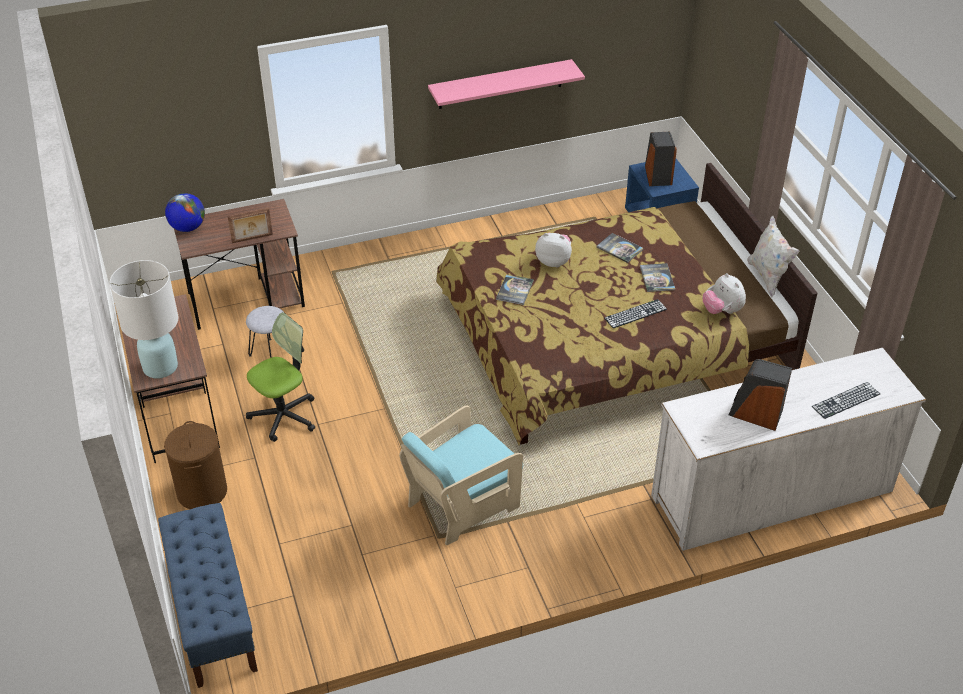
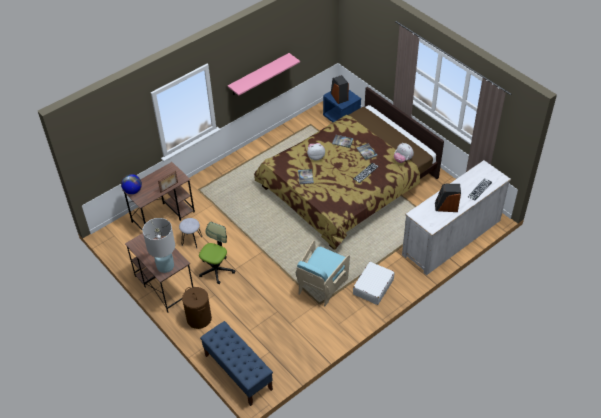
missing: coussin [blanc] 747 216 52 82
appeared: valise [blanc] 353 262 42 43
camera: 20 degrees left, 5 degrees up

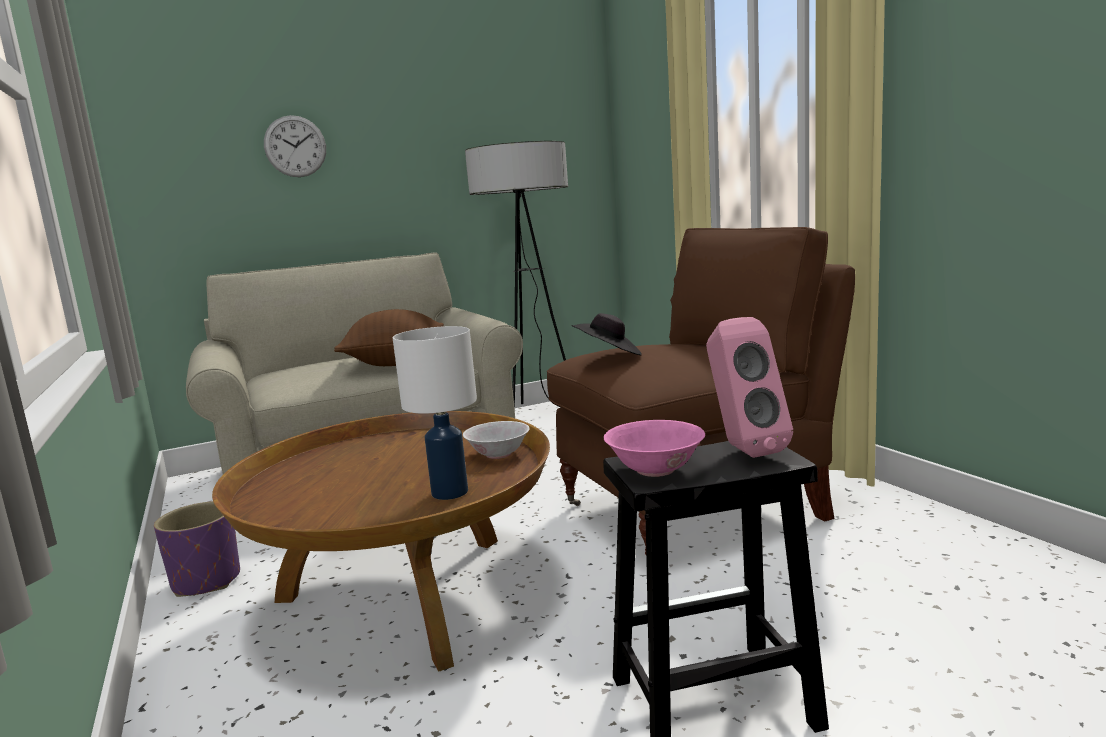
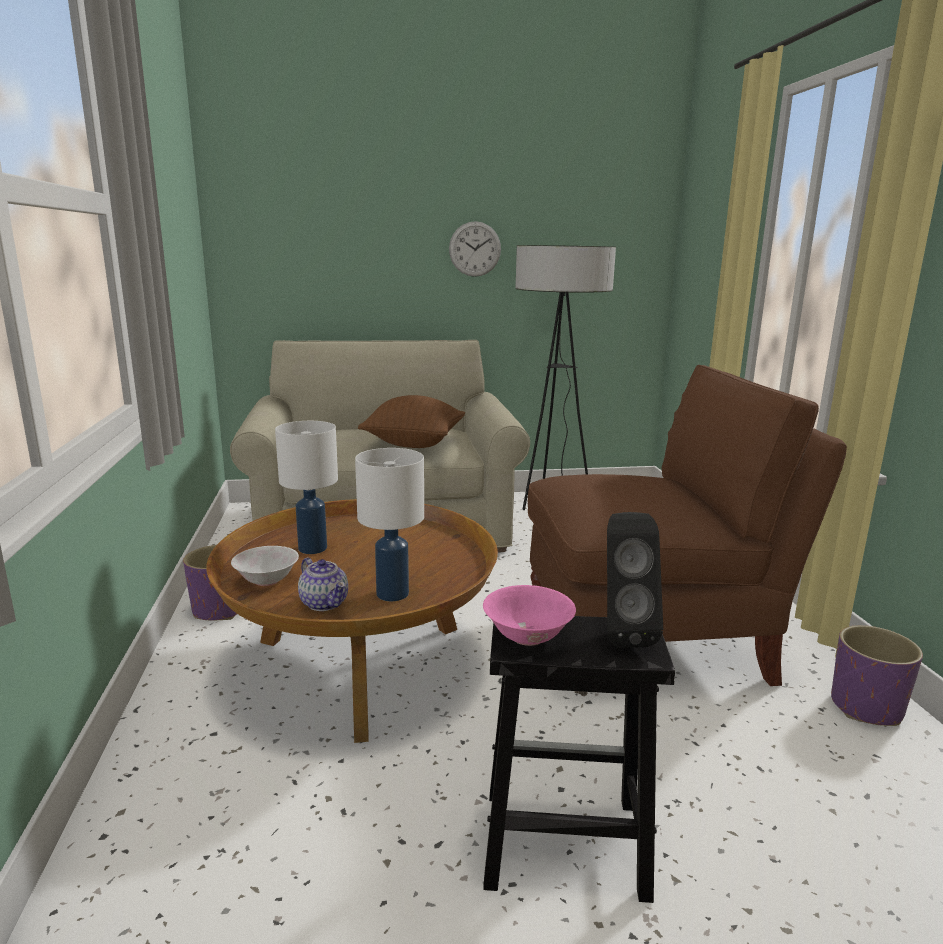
missing: chapeau [noir] 571 313 71 43
appeared: lampe de table [blanc] 275 421 63 133; théière 298 557 50 54; cache-pot [violet] 831 625 92 101
relocated: horloge murale 264 115 62 62 to 449 221 52 56; bol [blanc] 463 421 67 38 to 231 546 68 40
colour: enceinte [rose] 706 317 87 141 to enceinte [noir] 607 512 56 136
camera: 15 degrees right, 5 degrees up

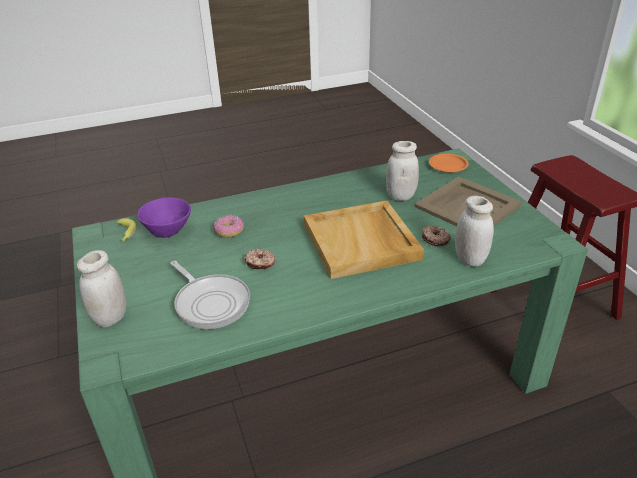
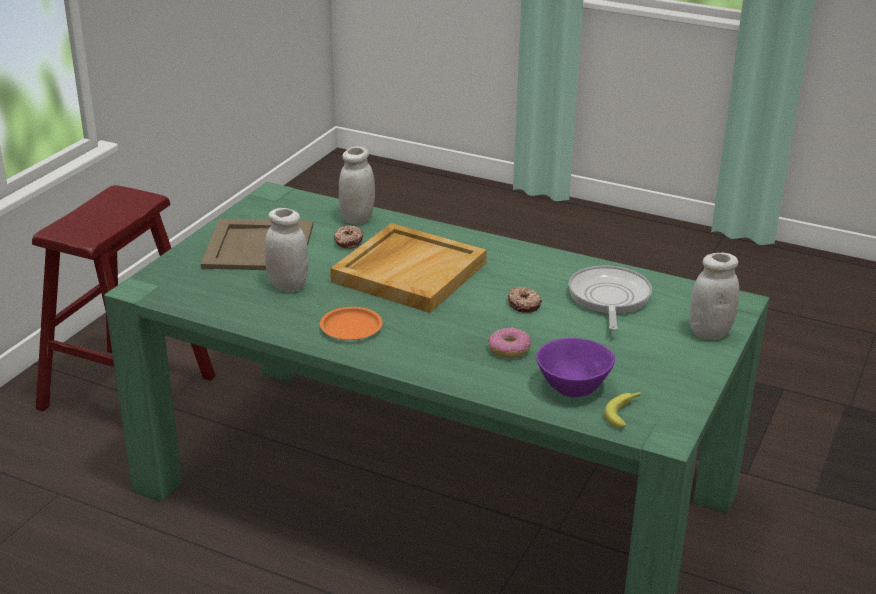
relocated: assiette [orange] 429 153 40 20 to 320 307 63 33
camera: 135 degrees left, 5 degrees down

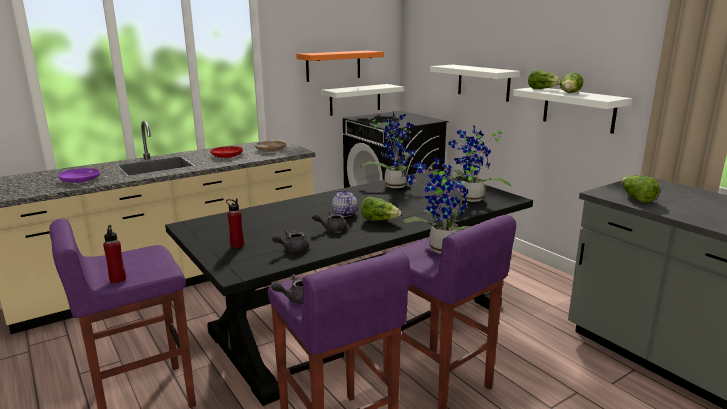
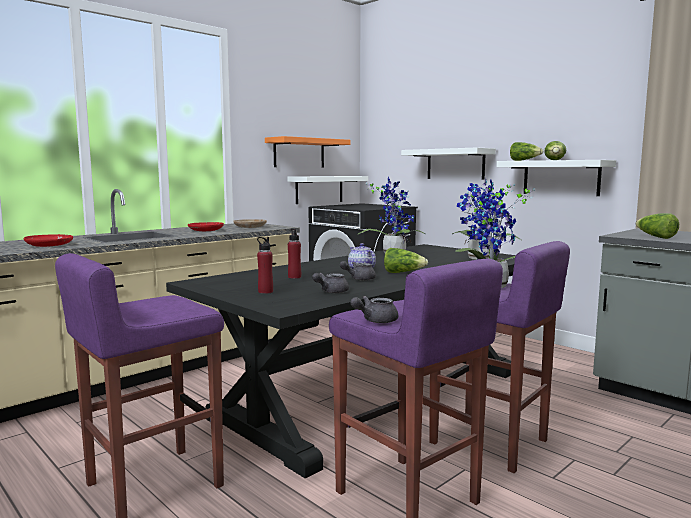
relocated: bouteille [rouge] 103 225 23 58 to 288 228 13 51
colour: assiette [violet] 58 168 42 15 to assiette [rouge] 24 234 49 13
camera: 10 degrees left, 10 degrees down

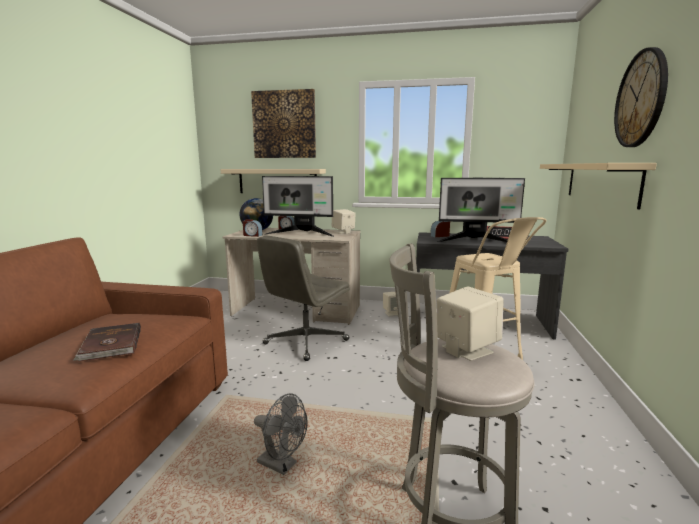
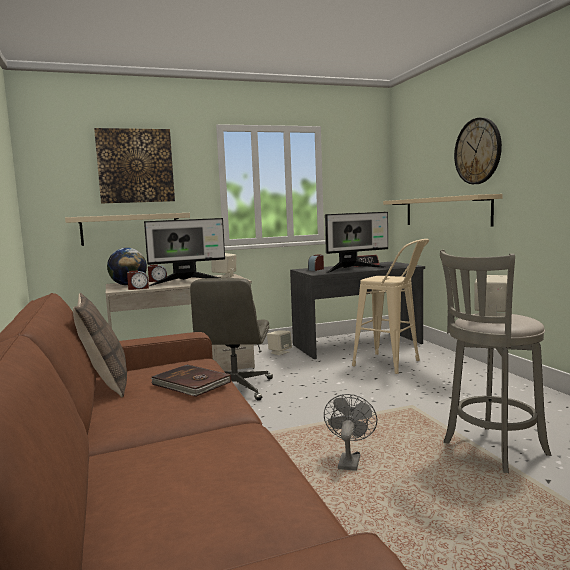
appeared: coussin 73 293 54 104
spun: ventilateur [gris] 254 393 54 82 = 324 394 53 77 75 degrees counterclockwise
camera: 30 degrees left, 5 degrees down

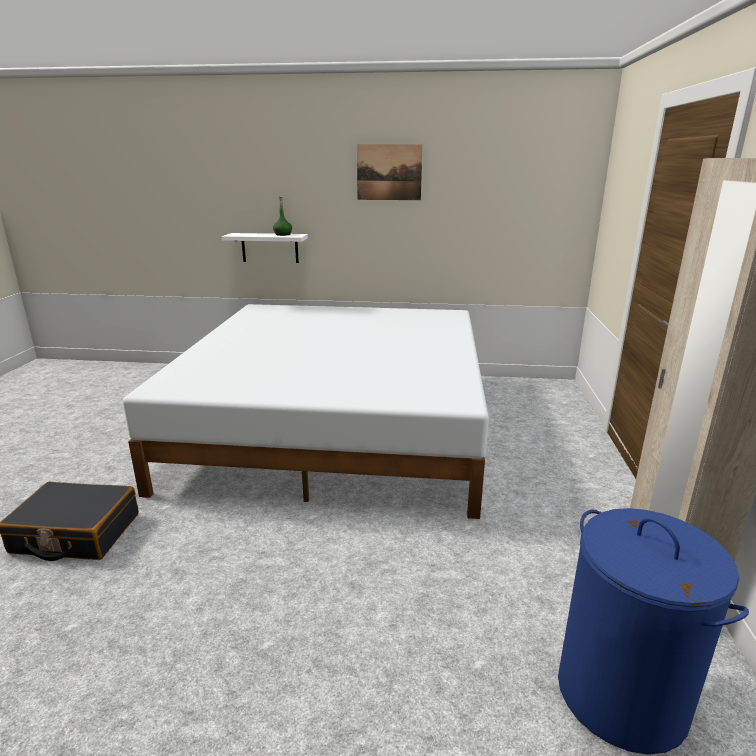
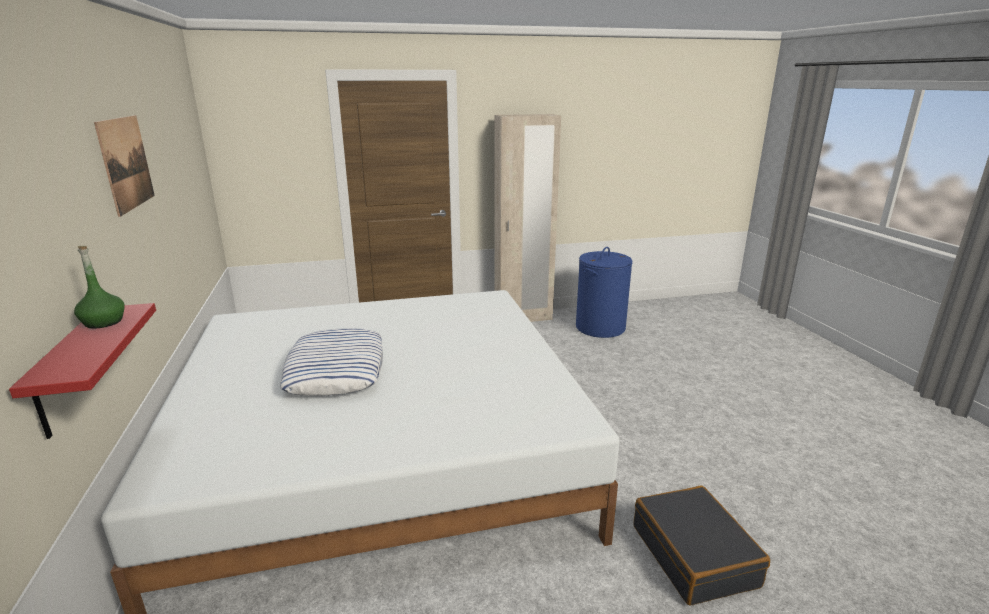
appeared: coussin 280 328 103 68
colour: étagère [blanc] 222 233 86 30 to étagère [rouge] 9 303 147 136
camera: 110 degrees left, 0 degrees up

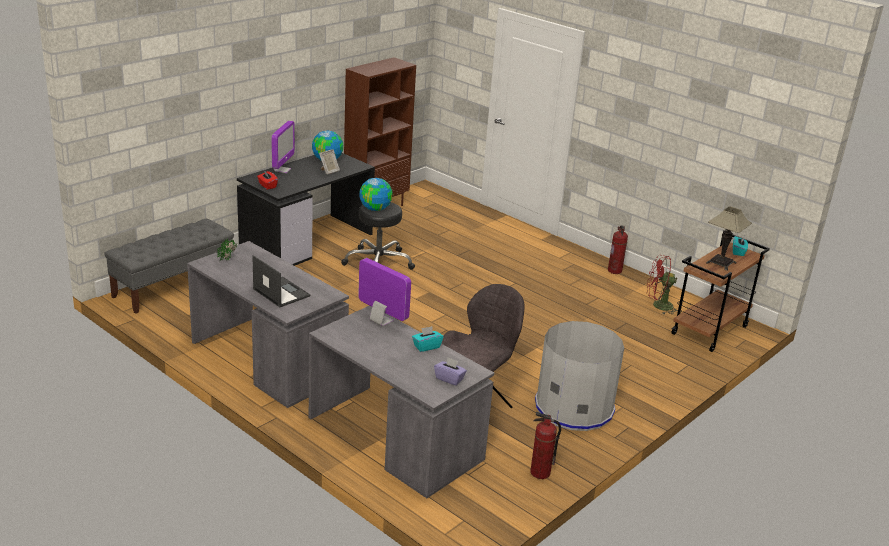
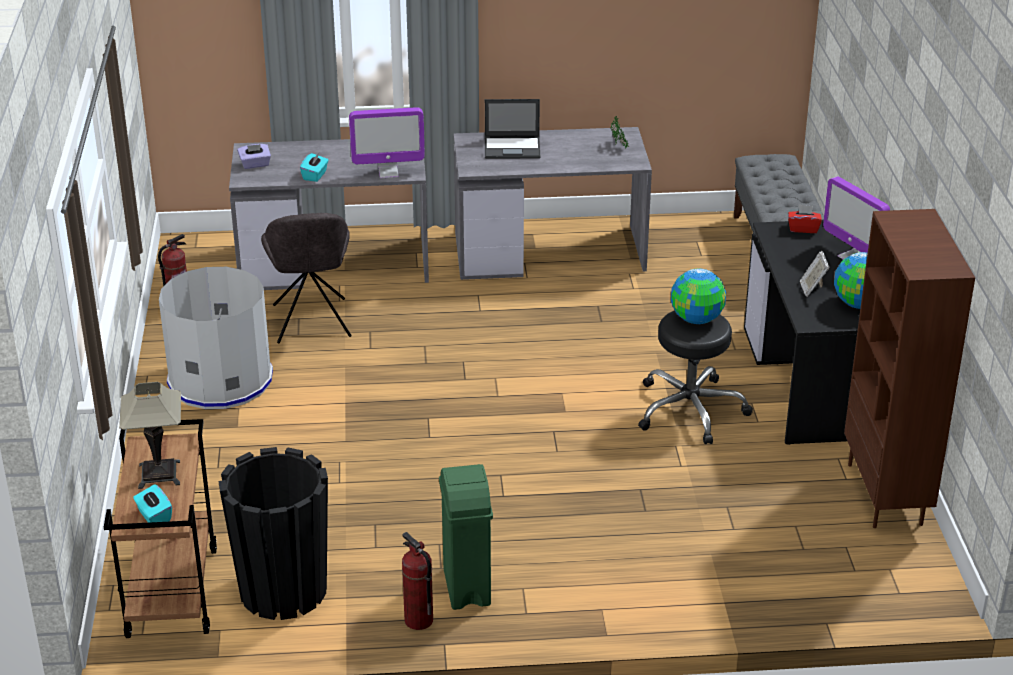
appeared: poubelle [vert] 439 464 54 146
exchanged: ventilateur [rouge] 647 255 31 59 to cache-pot [noir] 218 447 110 173
camera: 135 degrees right, 5 degrees up

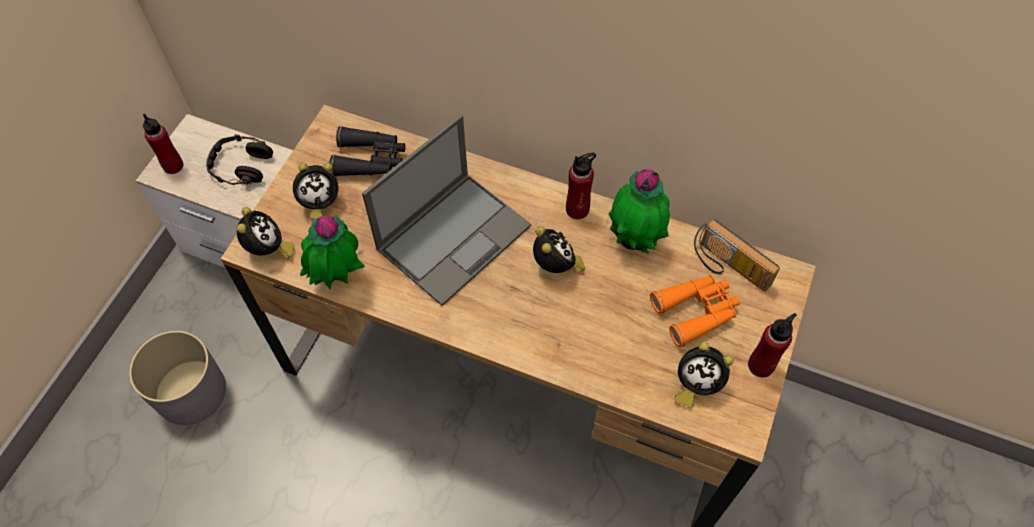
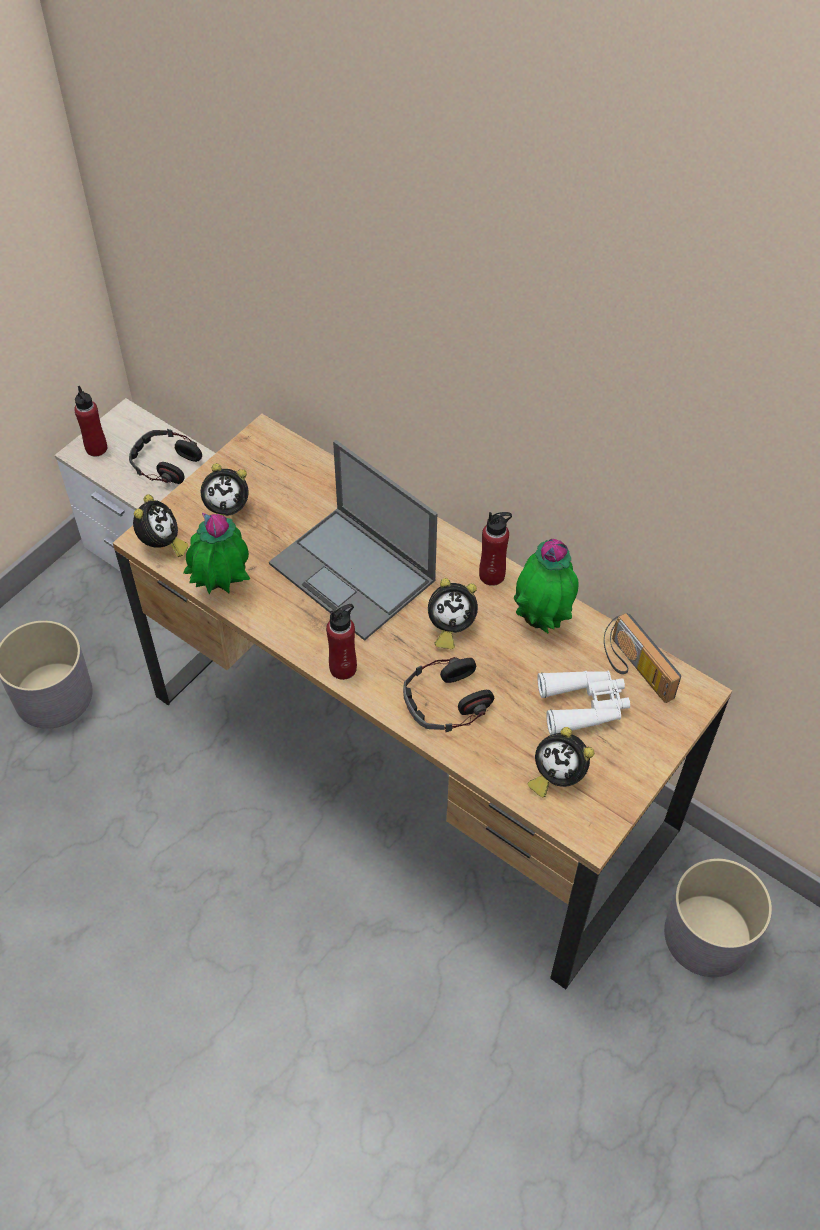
missing: jumelles [noir] 329 126 76 50
appeared: casque audio 403 657 91 75; cache-pot [gris] 664 858 108 119
relocated: bouteille [rouge] 748 313 49 64 to 326 604 31 76
colour: jumelles [orange] 650 275 90 72 to jumelles [blanc] 537 671 93 64
spun: ordinateur portable 362 114 169 192 = 269 440 168 201 75 degrees clockwise; réveil 533 226 52 47 = 428 578 50 71 90 degrees clockwise
camera: 15 degrees right, 5 degrees down

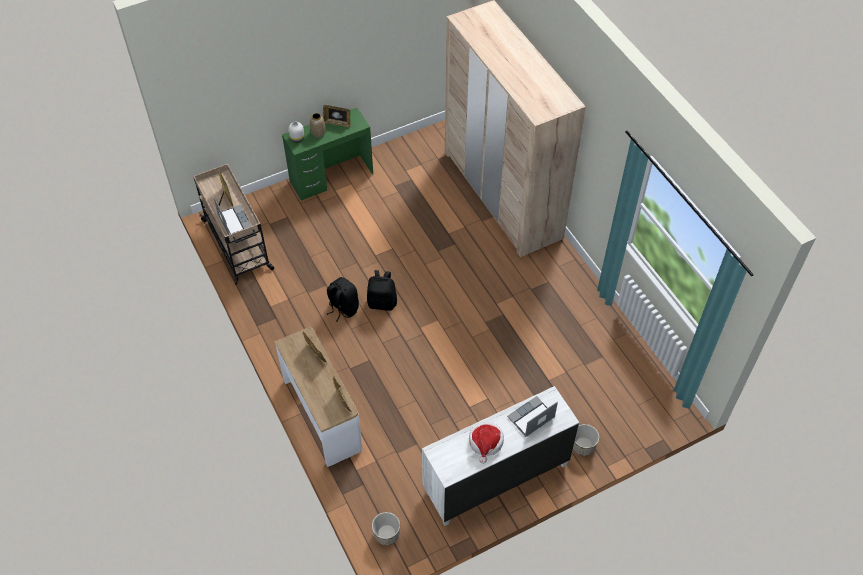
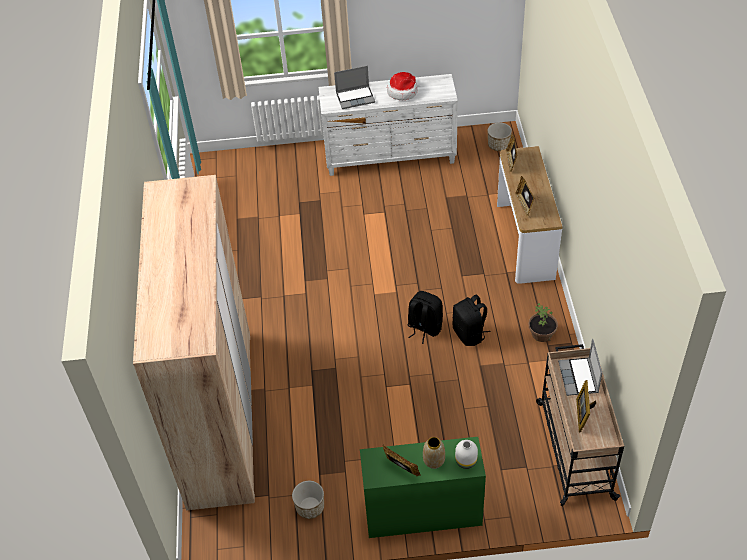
appeared: plante en pot 529 303 29 39
relocated: cache-pot 573 424 26 32 to 292 481 32 38
camera: 155 degrees left, 5 degrees down

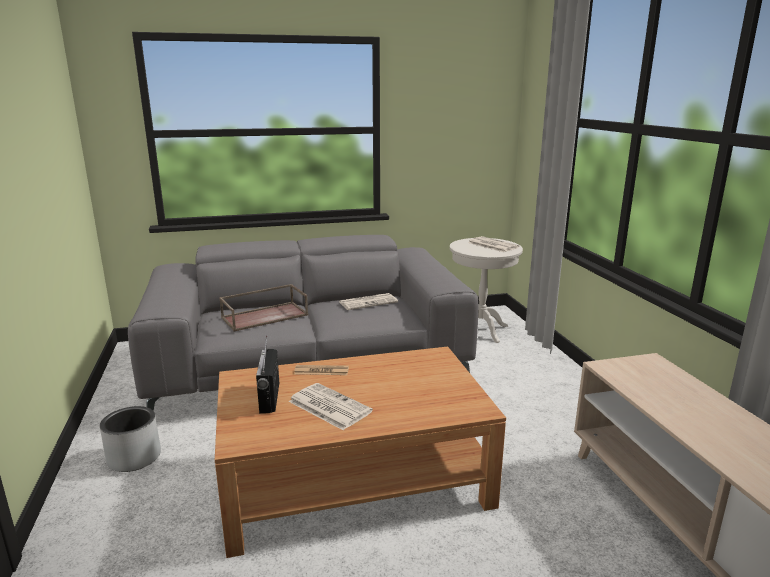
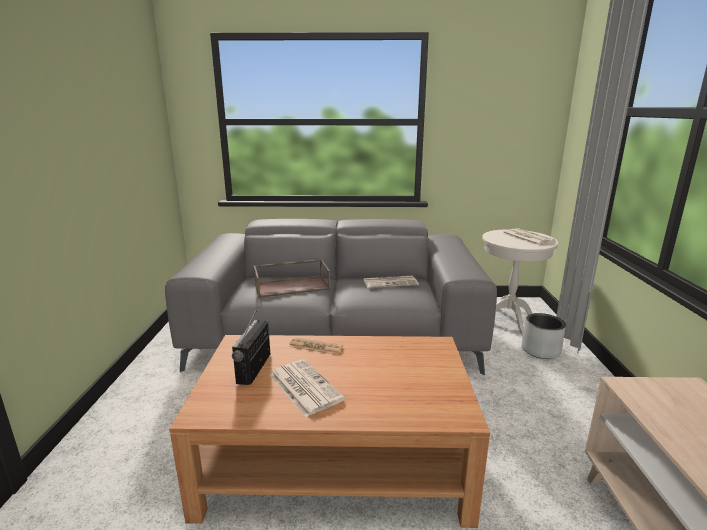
relocated: cache-pot [gris] 100 406 61 66 to 521 313 45 46
camera: 15 degrees right, 0 degrees up

